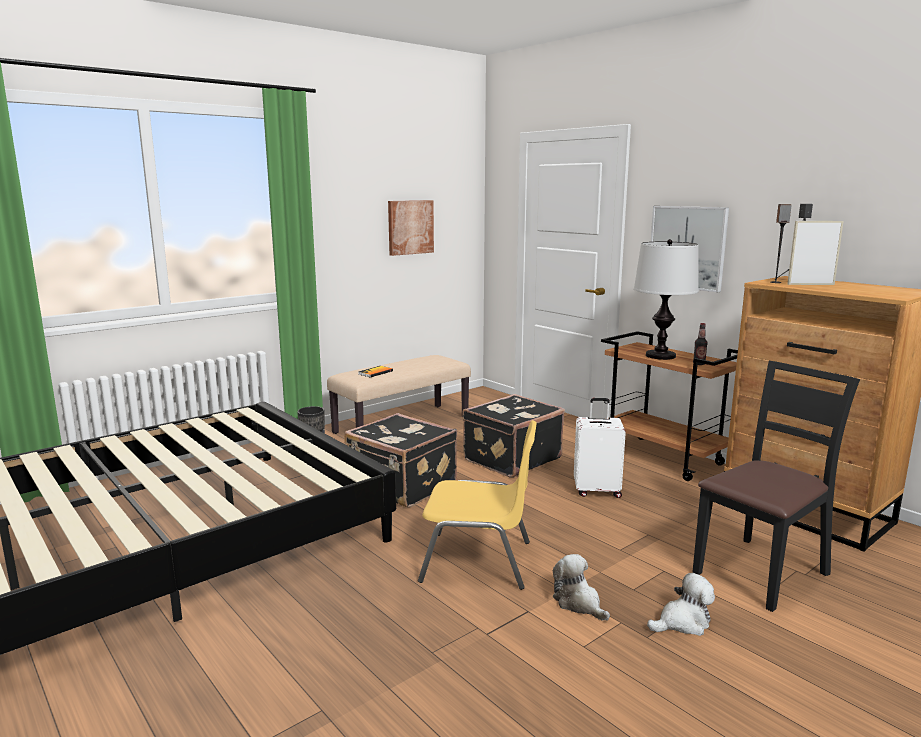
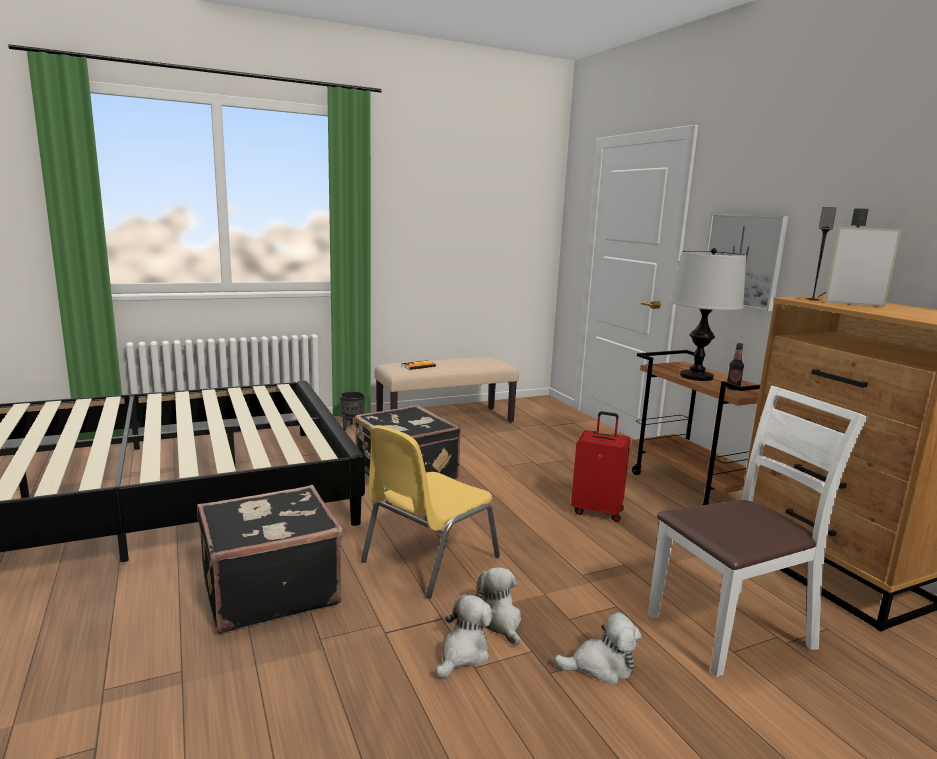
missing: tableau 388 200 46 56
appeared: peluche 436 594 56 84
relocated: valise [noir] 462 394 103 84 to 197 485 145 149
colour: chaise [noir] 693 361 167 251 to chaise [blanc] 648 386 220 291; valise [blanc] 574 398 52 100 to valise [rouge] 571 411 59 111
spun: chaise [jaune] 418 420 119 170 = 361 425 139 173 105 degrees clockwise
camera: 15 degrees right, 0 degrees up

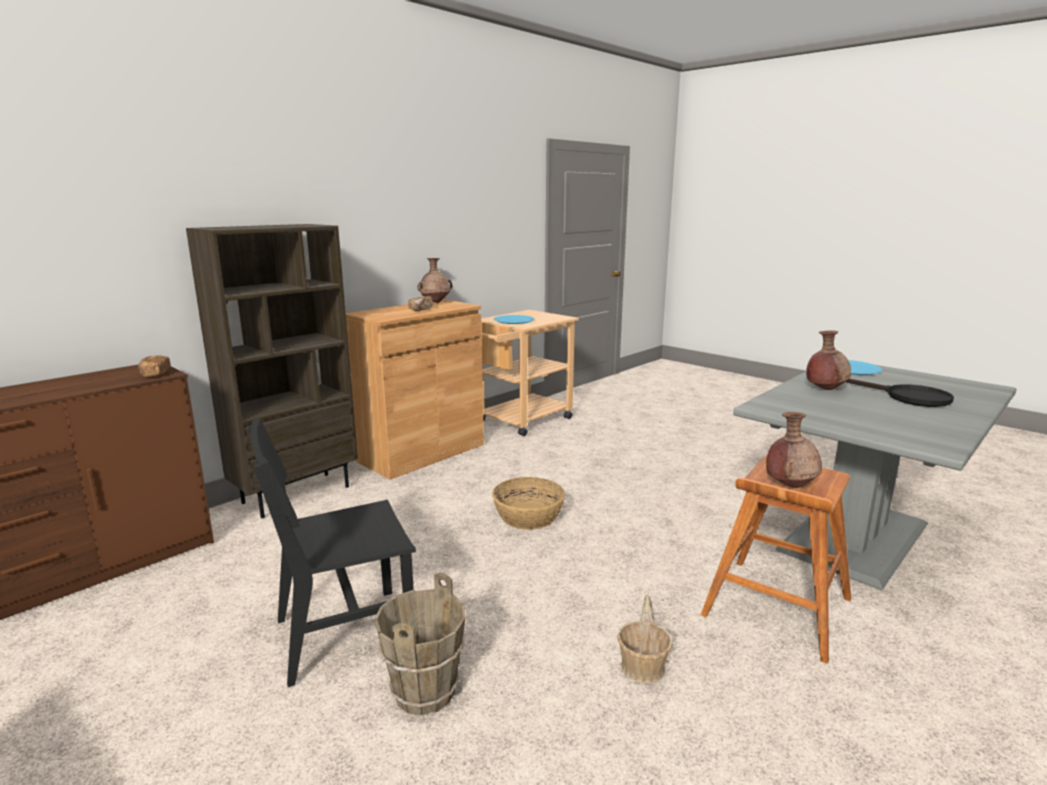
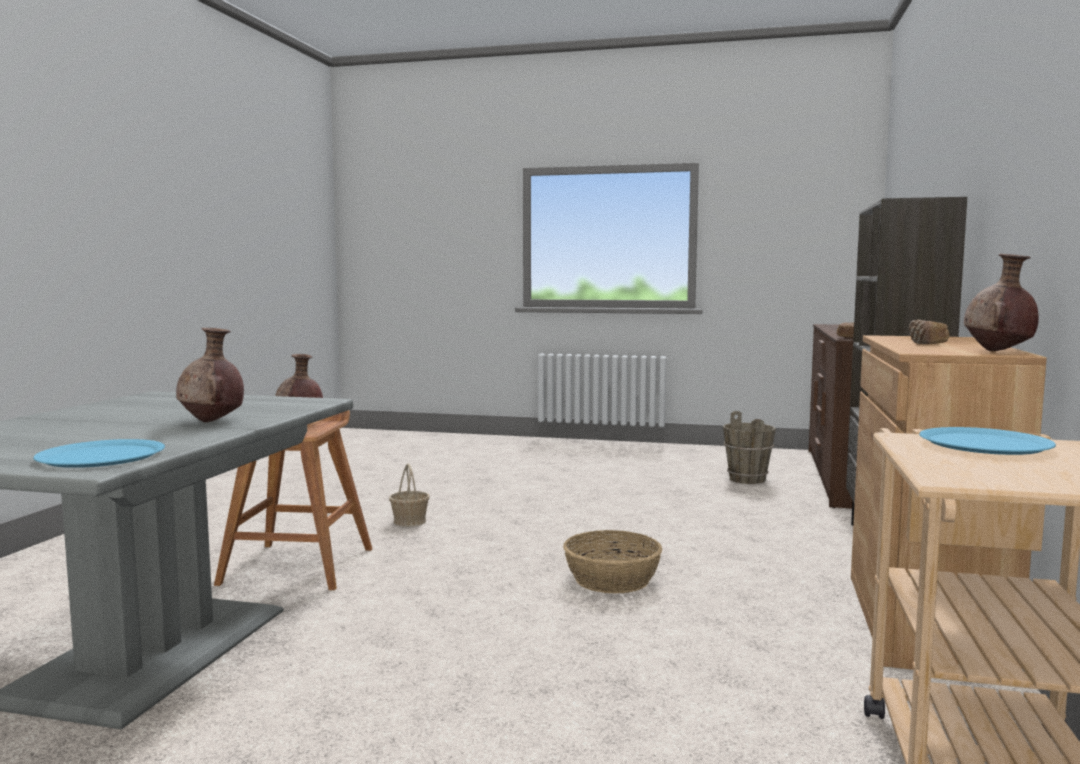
missing: poêle [noir] 846 379 108 28; chaise [noir] 248 418 168 269
relocated: seau [marron] 374 573 92 143 to 723 411 53 73
camera: 150 degrees right, 10 degrees down

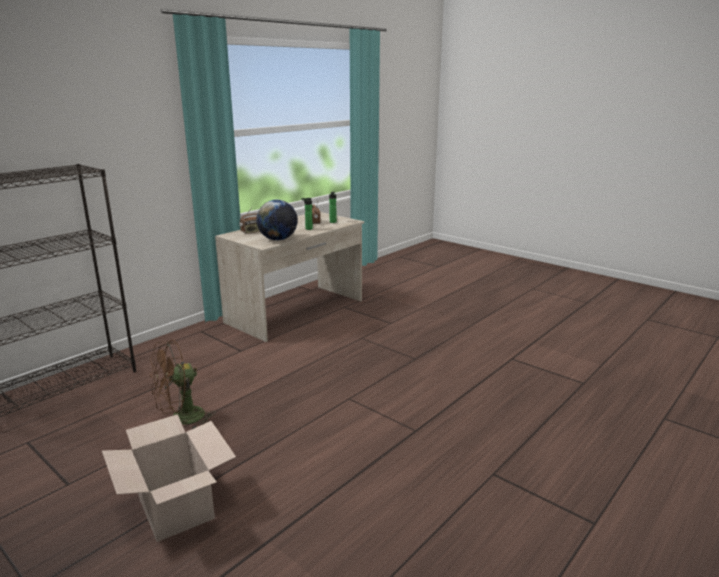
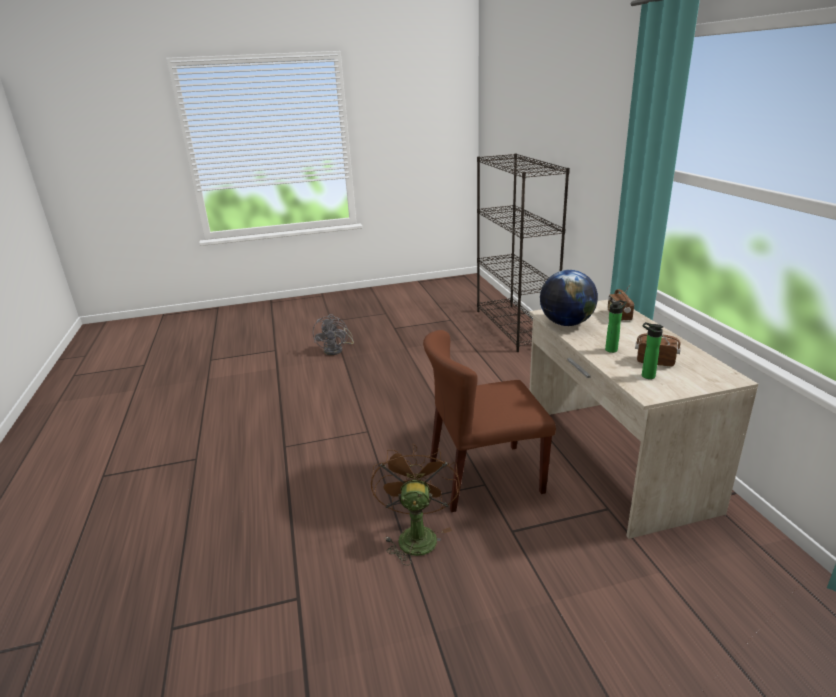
appeared: chaise [marron] 423 330 133 182
relocated: ventilateur [marron] 150 340 66 89 to 371 443 89 122
exchanged: carton 102 414 134 128 to ventilateur [gris] 313 314 41 41
camera: 125 degrees right, 5 degrees up

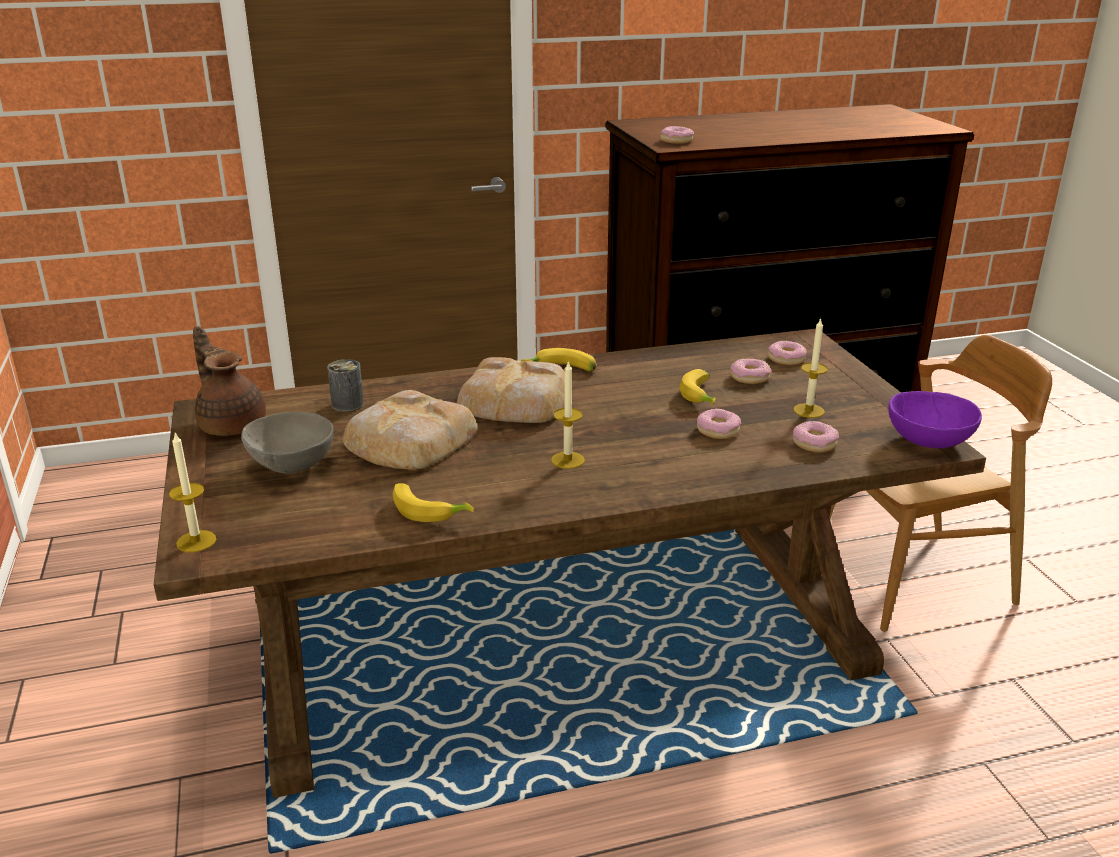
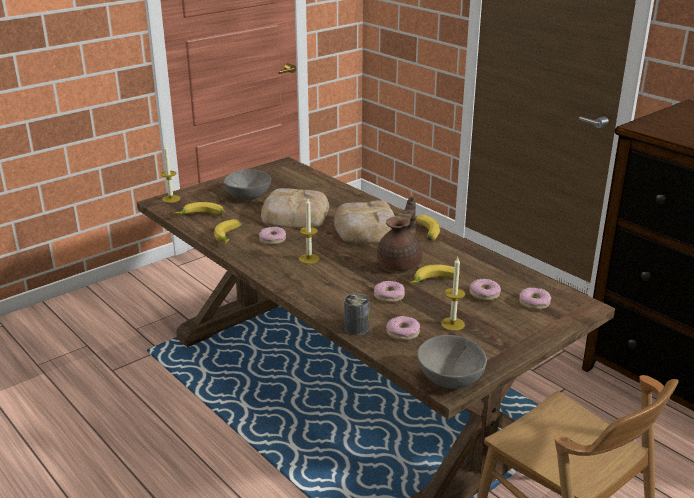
appeared: banane 174 202 50 14
relocated: beignet 660 126 34 18 to 259 227 27 18; théière [marron] 193 326 73 110 to 377 196 45 75; boîte métallique 327 359 37 53 to 344 293 26 42
colour: bol [violet] 888 391 94 57 to bol [gris] 417 335 70 54
camera: 65 degrees right, 0 degrees up

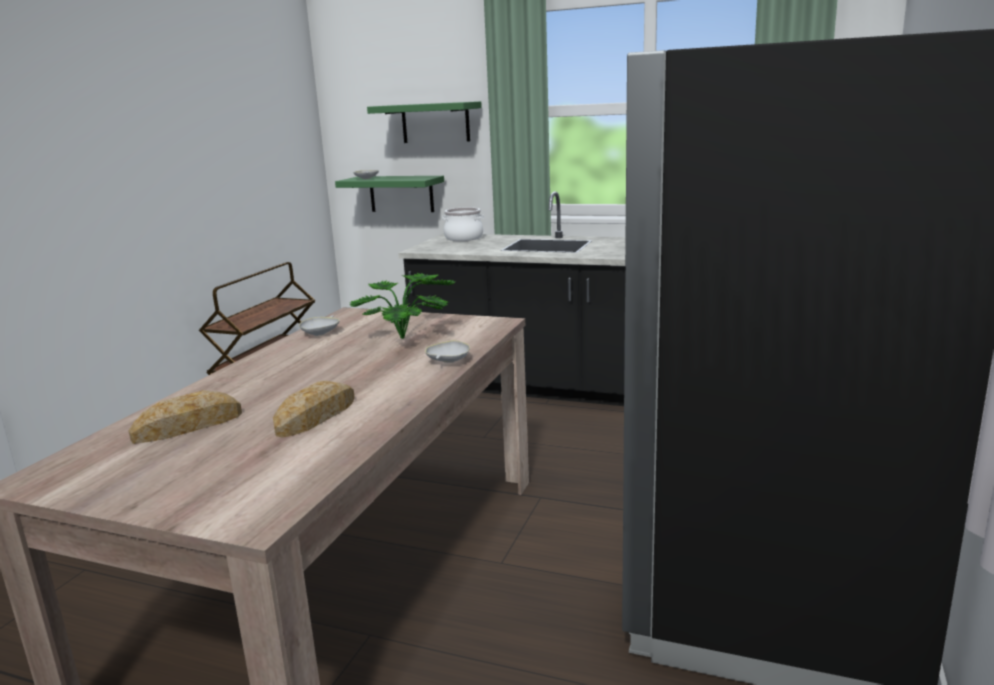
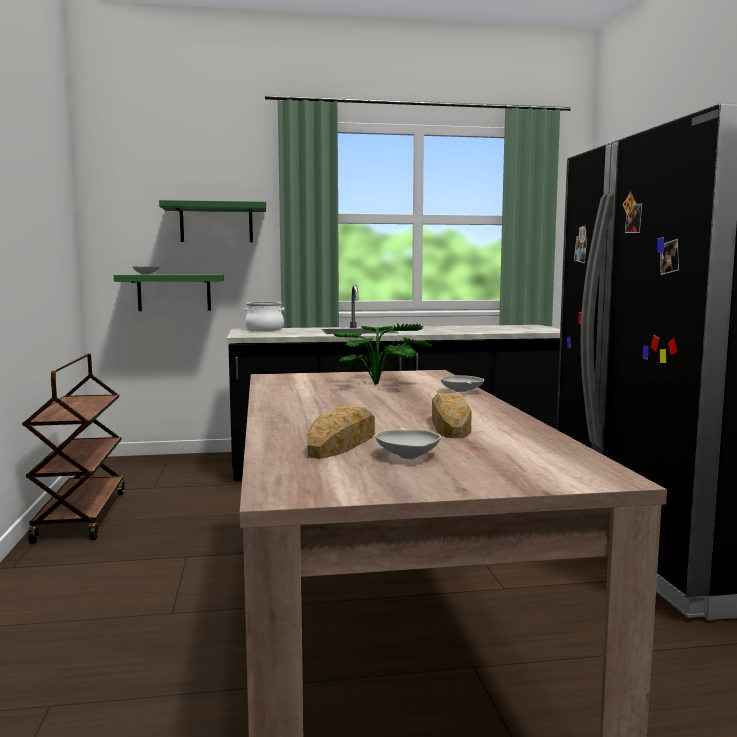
relocated: bol [blanc] 299 315 41 21 to 375 427 66 33
camera: 30 degrees left, 10 degrees down

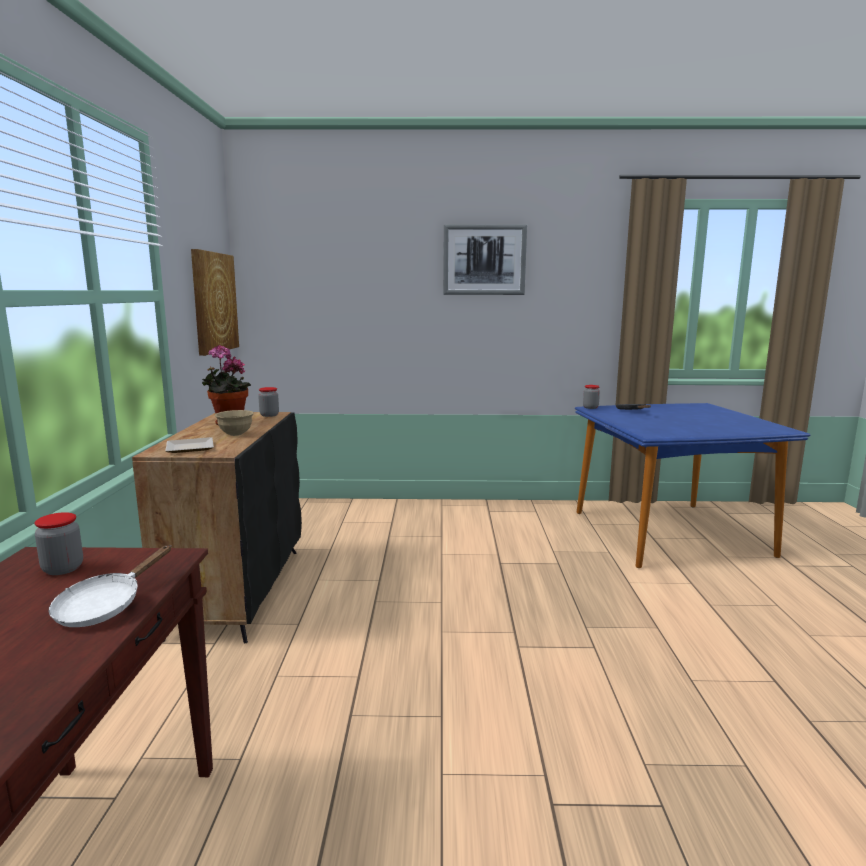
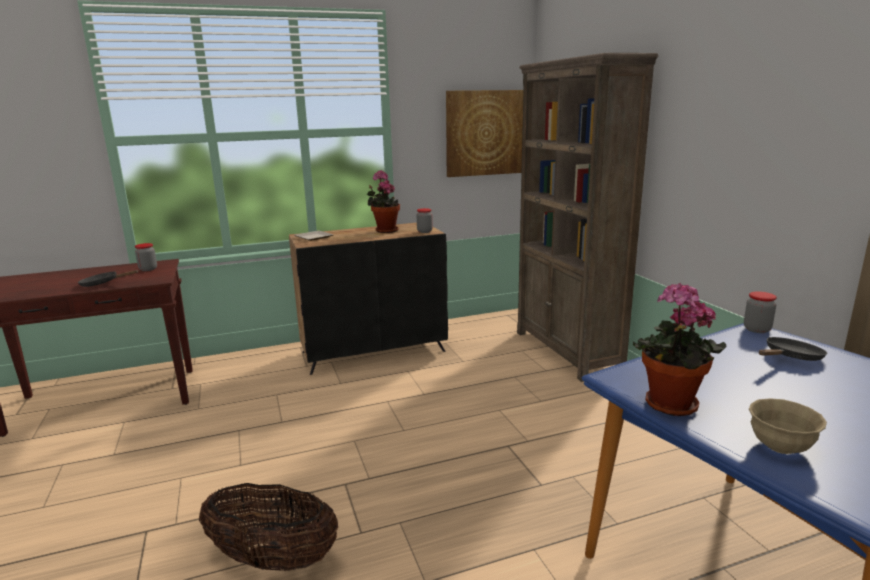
missing: tableau 443 224 84 71
appeared: bibliothèque [marron] 517 53 141 329; plante en pot 633 282 93 134; panier 199 483 139 88
relocated: bol [beige] 215 410 39 26 to 749 398 78 56
colour: poêle [blanc] 48 545 123 82 to poêle [noir] 78 270 60 17
camera: 70 degrees right, 5 degrees up

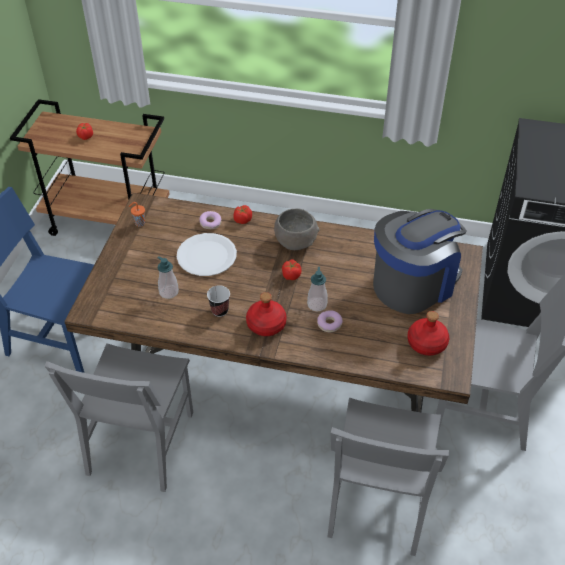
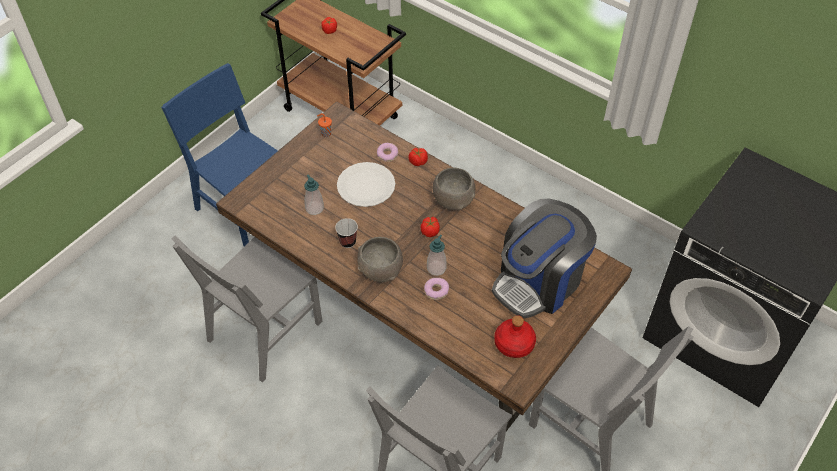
exchanged: bouteille [rouge] 246 292 41 44 to bol [gris] 357 237 46 45
spun: machine à café 373 209 93 105 = 492 198 105 120 150 degrees clockwise
camera: 25 degrees right, 5 degrees up

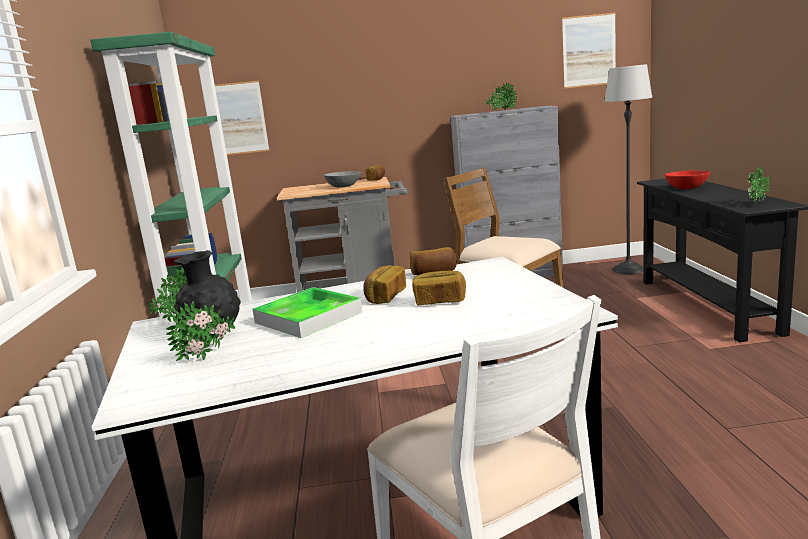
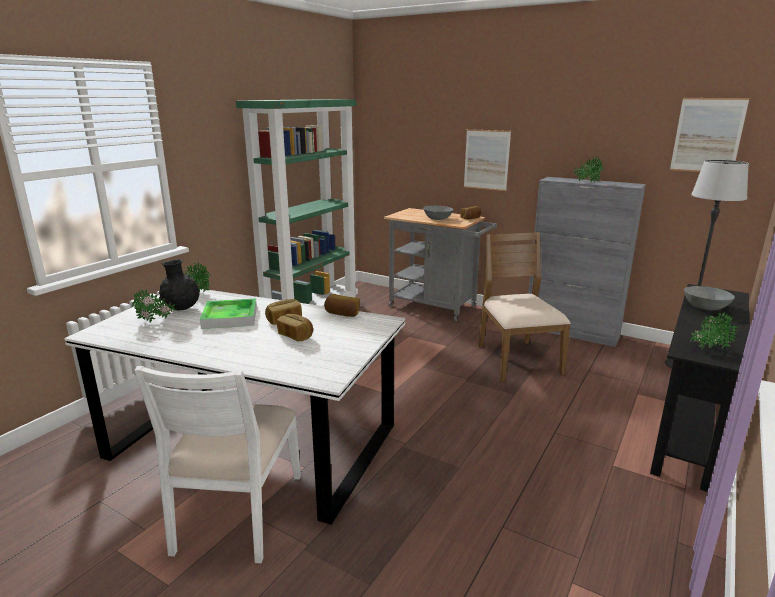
relocated: tableau 215 80 55 75 to 464 129 47 62
colour: bol [rouge] 665 171 45 18 to bol [gris] 684 286 51 24
camera: 35 degrees right, 5 degrees up

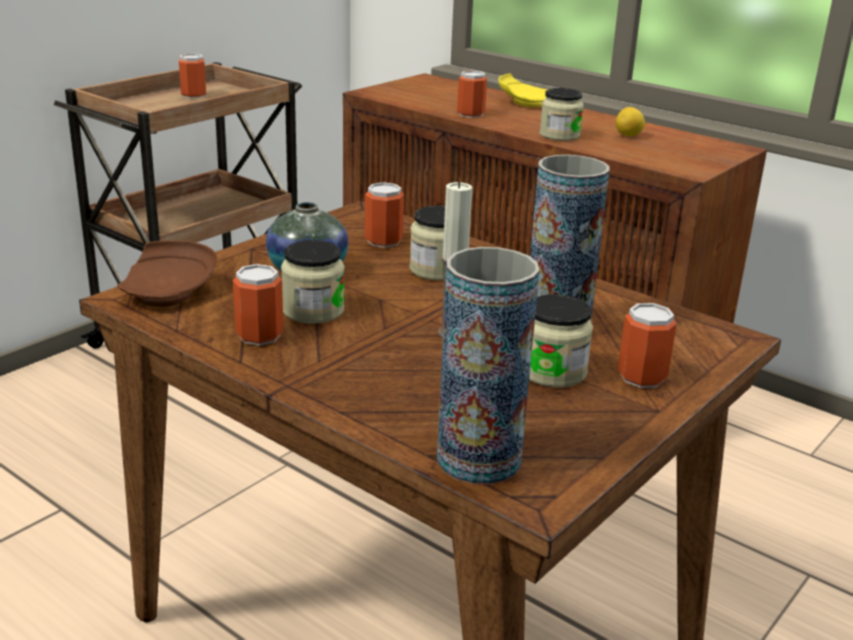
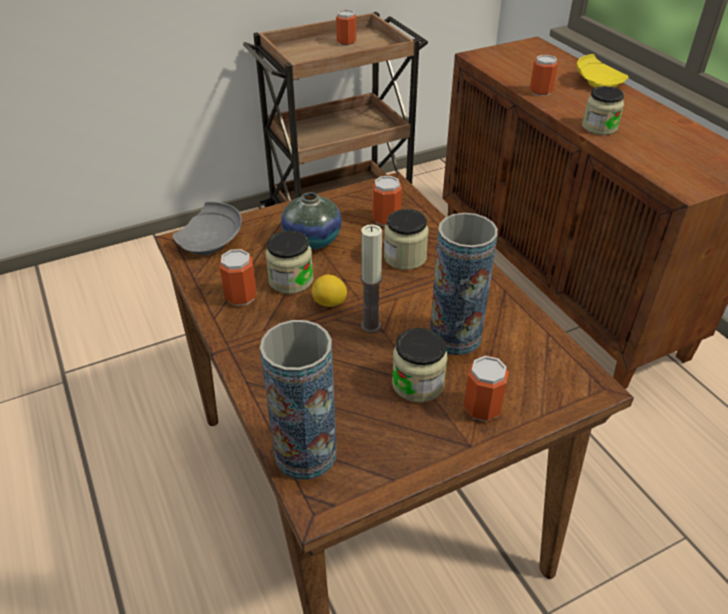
relocated: citron 615 107 30 29 to 312 274 35 33
colour: assiette [marron] 117 240 100 67 to assiette [gris] 173 201 69 54
camera: 25 degrees right, 15 degrees up

